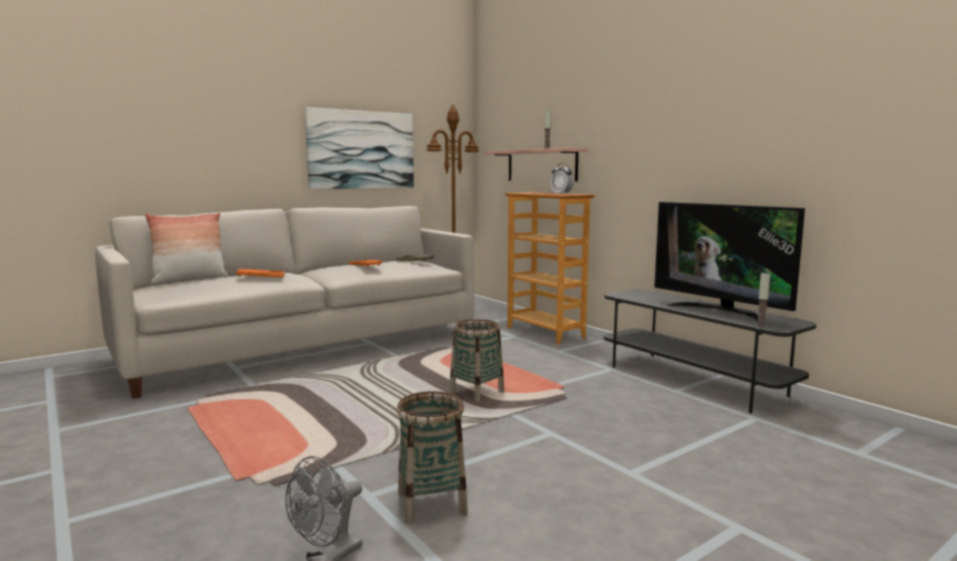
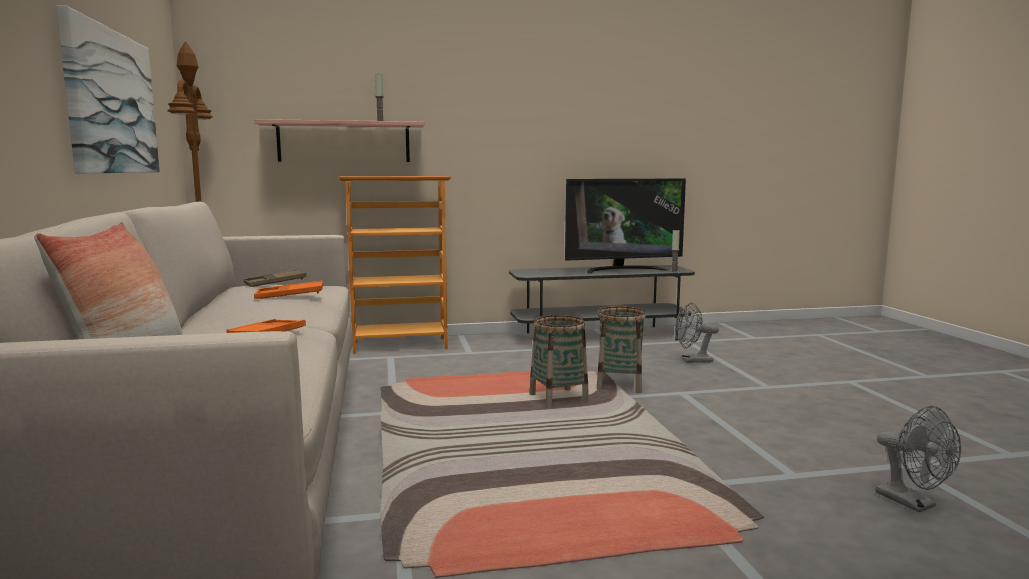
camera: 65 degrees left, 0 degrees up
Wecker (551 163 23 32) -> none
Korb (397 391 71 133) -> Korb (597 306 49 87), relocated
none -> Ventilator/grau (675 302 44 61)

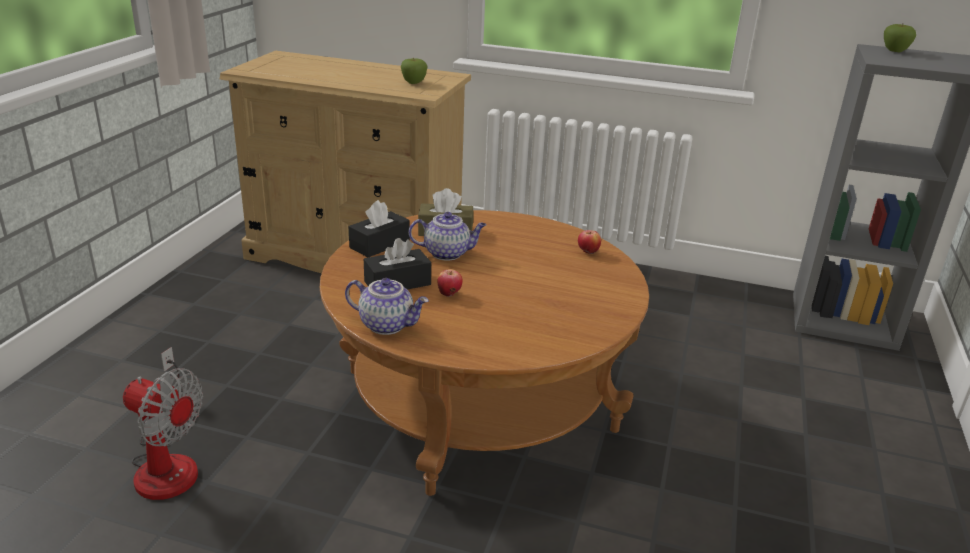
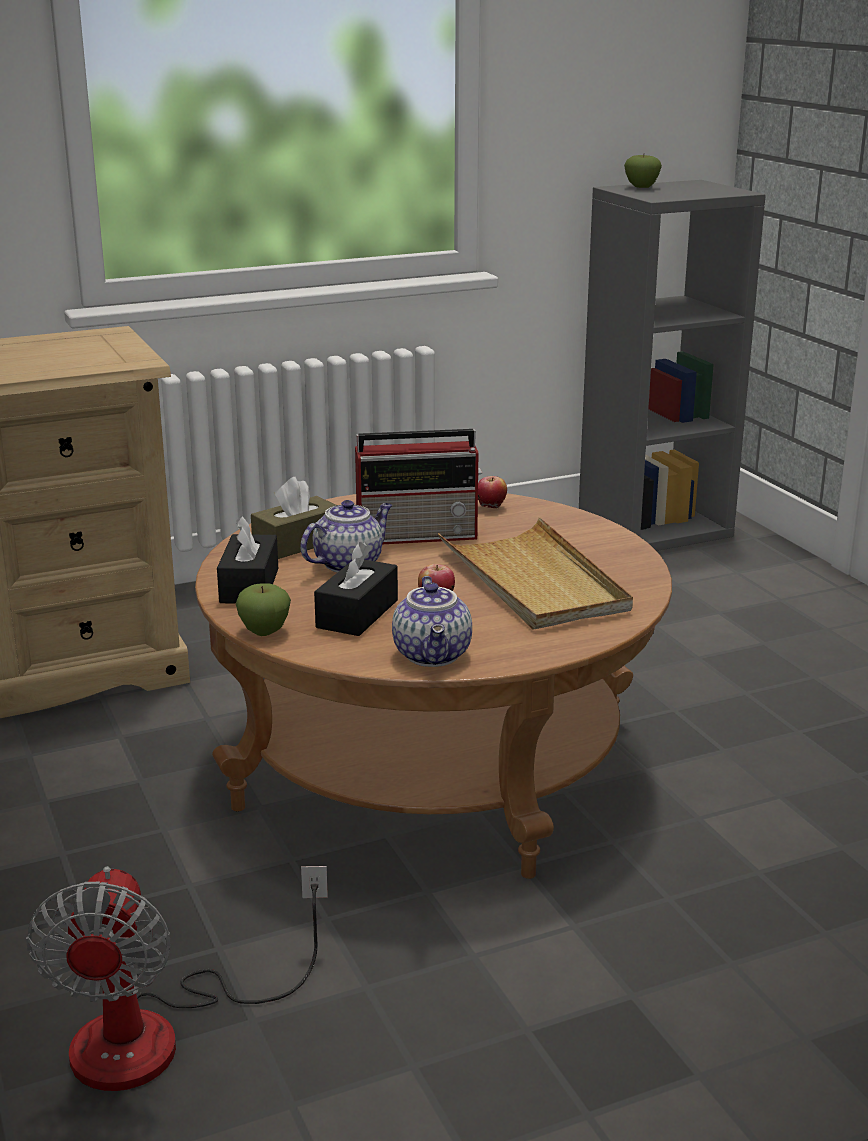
camera: 40 degrees left, 5 degrees down
Apfel (401 58 27 26) -> Apfel (236 583 55 53), relocated
Teekanne (345 278 84 57) -> Teekanne (392 576 80 91), 105 degrees clockwise
Ventilator (123 347 80 153) -> Ventilator (26 866 302 225), 105 degrees clockwise
none -> Radio (355 429 127 115)
none -> Tablett/beige (438 517 195 112)

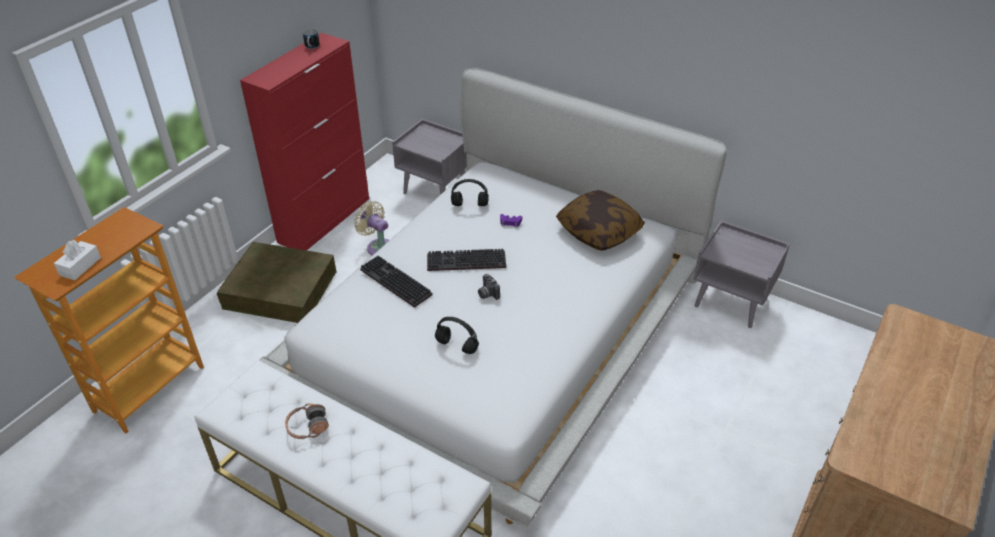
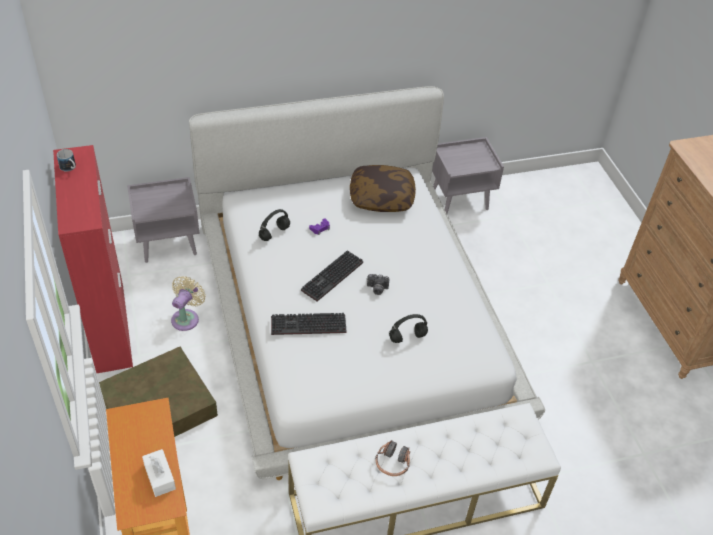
camera: 50 degrees left, 5 degrees up
Ventilator/beige (354 201 35 54) -> Ventilator/beige (171 276 35 55), 120 degrees clockwise

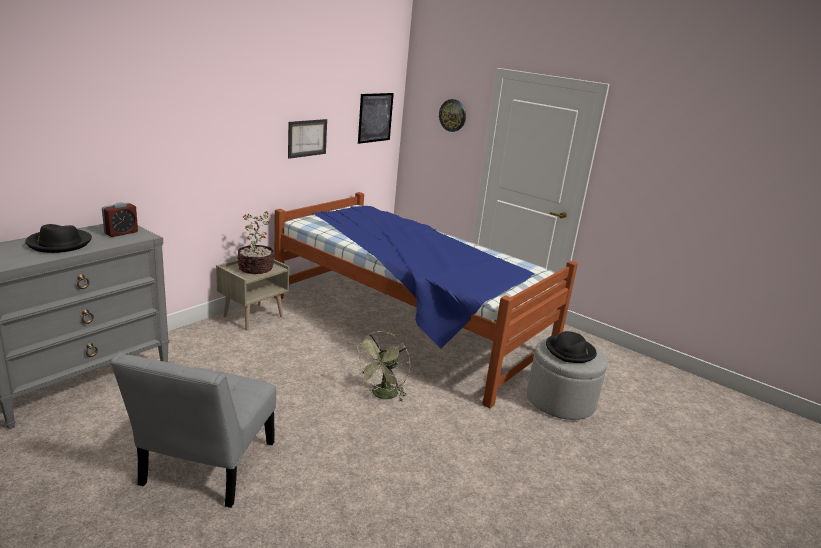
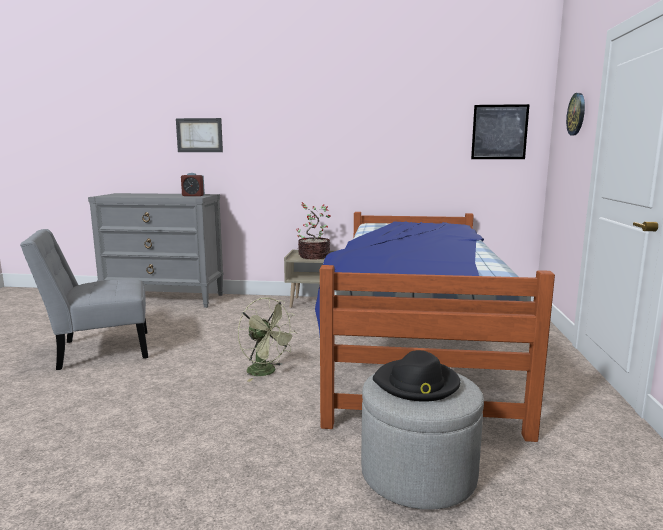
camera: 60 degrees right, 10 degrees down
Bild (288 119 39 40) -> Bild (176 118 47 34), relocated
Hut/schwarz (25 224 67 29) -> none
Ventilator/grün (354 331 56 71) -> Ventilator/grün (238 297 59 85), 135 degrees counterclockwise

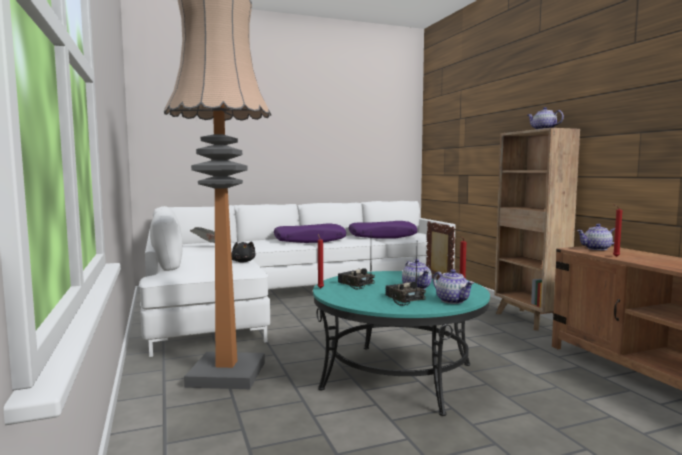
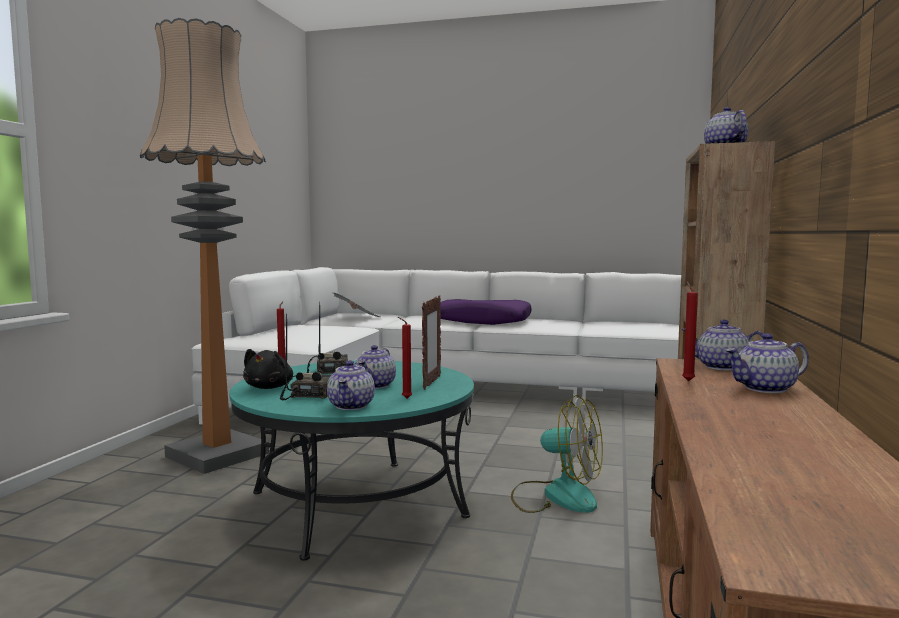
camera: 35 degrees right, 0 degrees up
Kissen/lila (349 221 68 18) -> none
Plüschtier/schwarz (231 241 25 21) -> Plüschtier/schwarz (243 349 50 40), relocated
none -> Teekanne (725 333 84 60)
none -> Ventilator (511 395 92 118)

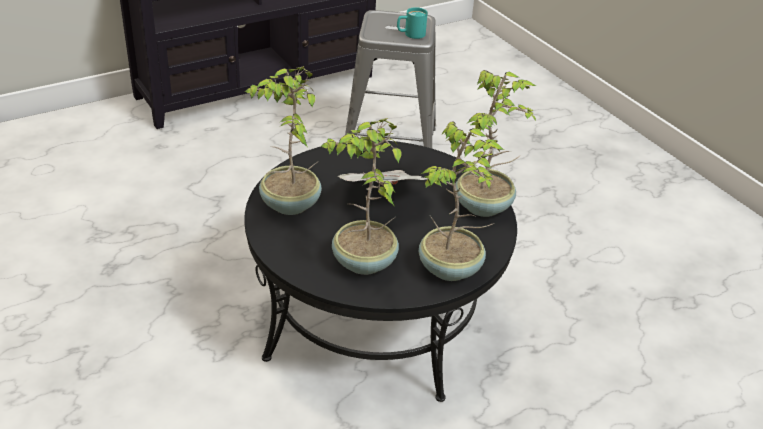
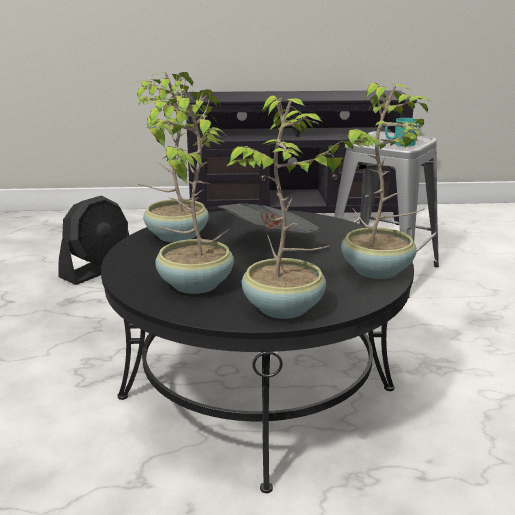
camera: 30 degrees right, 15 degrees down
none -> Ventilator/schwarz (58 196 71 89)

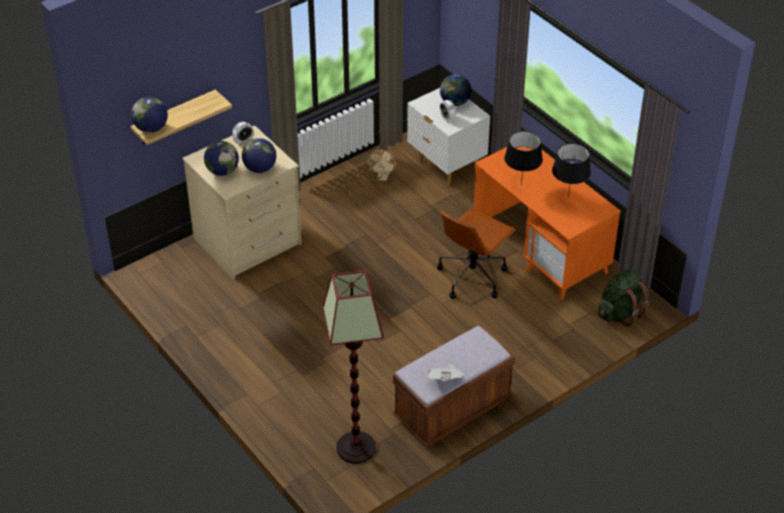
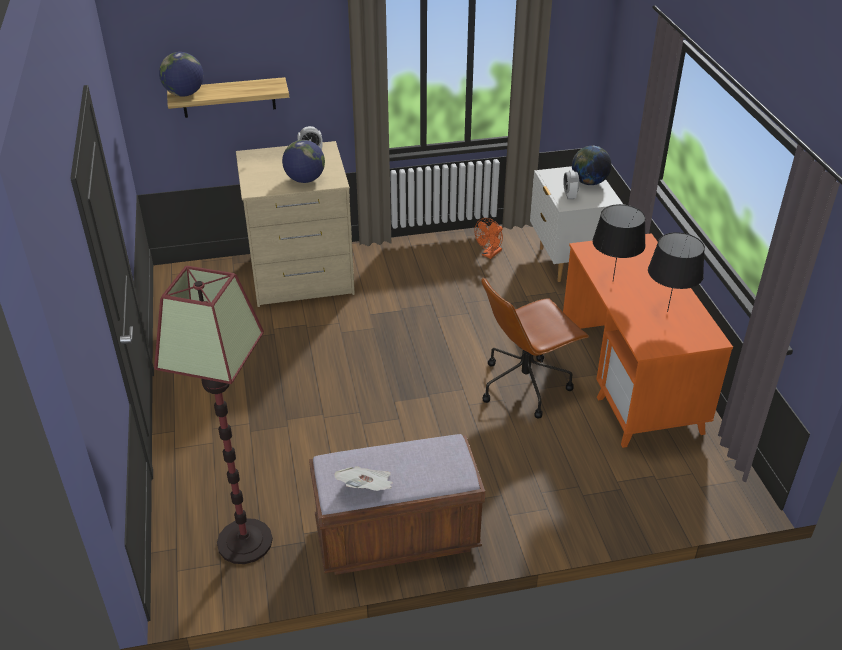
camera: 25 degrees right, 5 degrees down
Globus (204 141 35 35) -> none
Ventilator/beige (368 150 28 31) -> Ventilator/orange (474 218 29 41)
Rucksack/grün (598 269 51 58) -> none

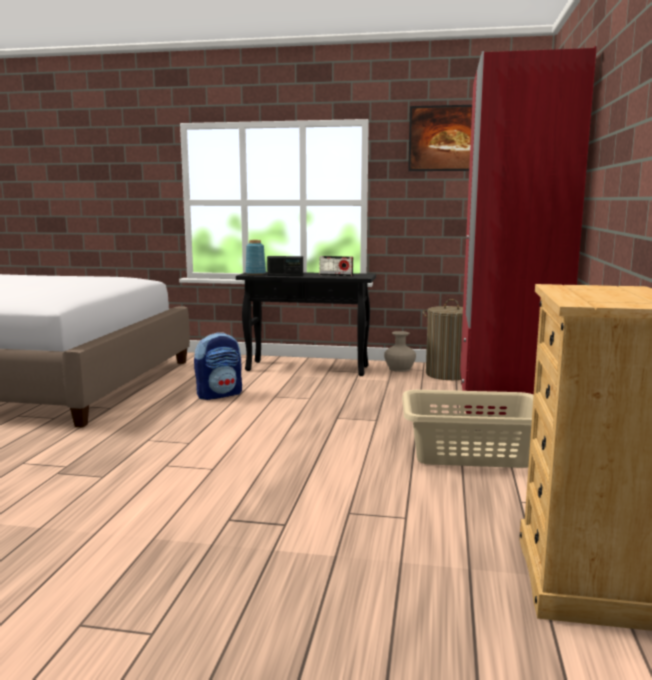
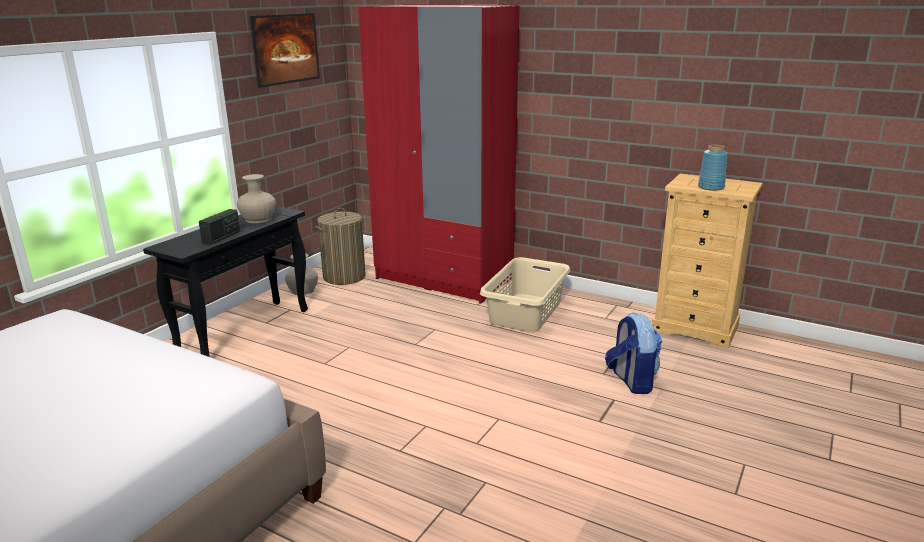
camera: 70 degrees left, 10 degrees up
Vase/blau (245 240 21 35) -> Vase/blau (698 145 30 46), relocated
Radio (319 256 34 20) -> Vase/beige (237 174 39 49)
Rucksack (194 332 48 68) -> Rucksack (605 313 57 81), relocated

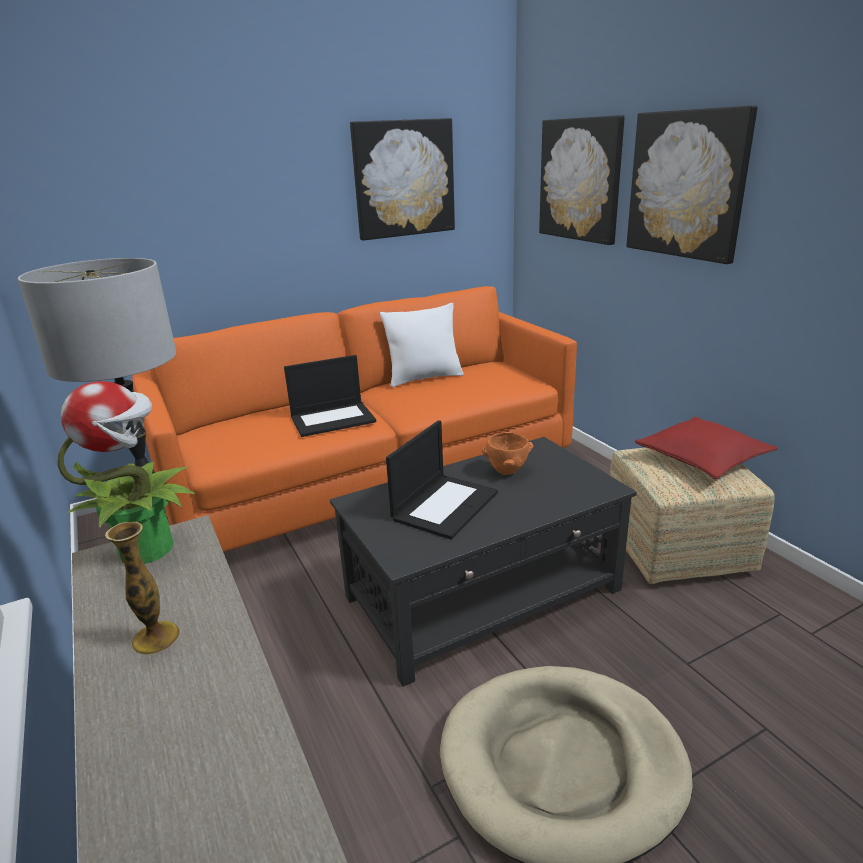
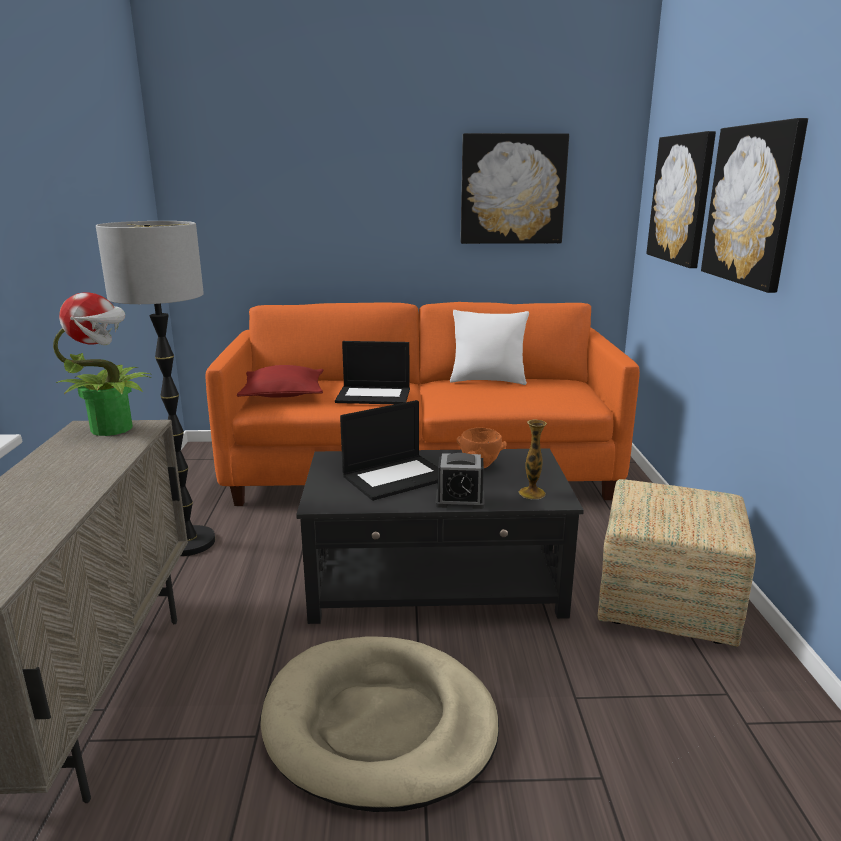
camera: 25 degrees right, 5 degrees down
Kissen/rot (635 416 143 63) -> Kissen/rot (237 365 86 33), relocated
Vase (105 522 76 133) -> Vase (519 419 28 80), relocated
none -> Wecker (435 453 50 56)

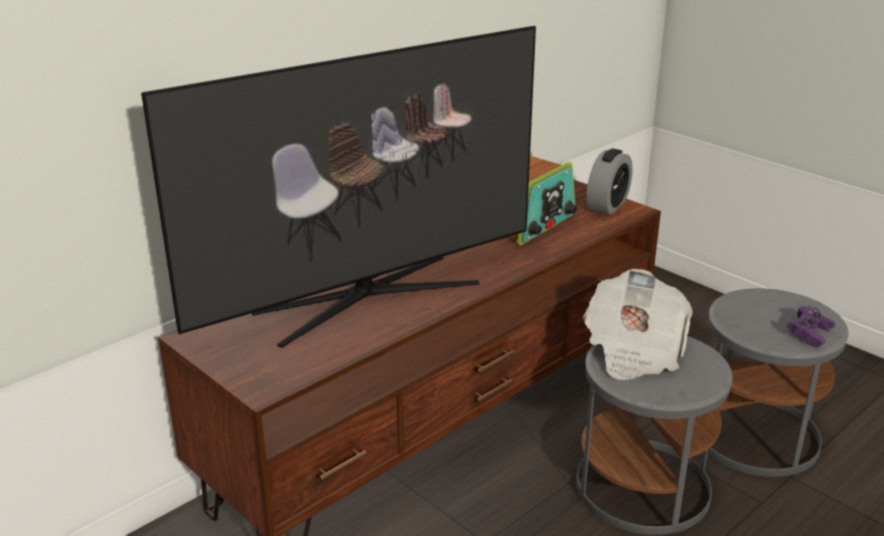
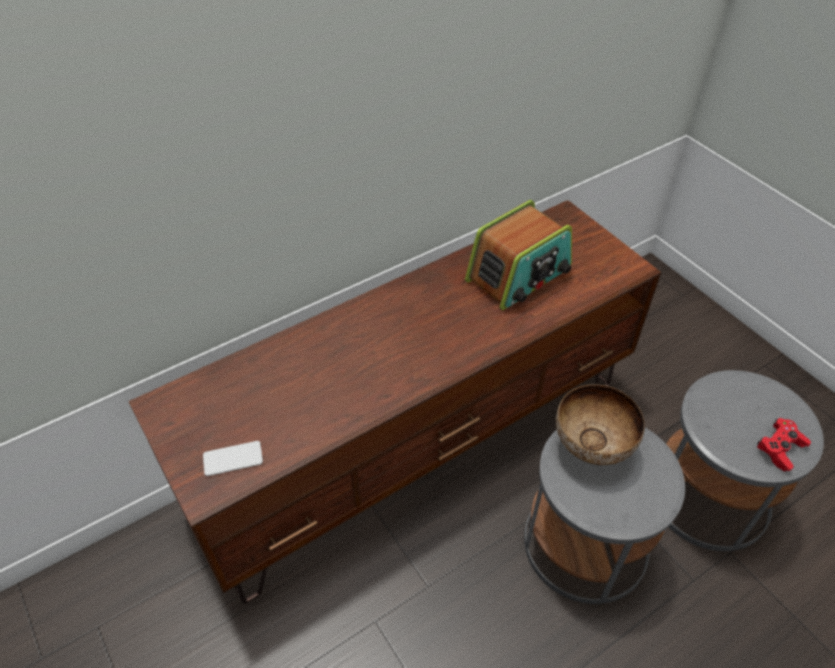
camera: 10 degrees right, 20 degrees up
Fernseher (141 26 395 322) -> none
Wecker (587 149 46 66) -> none
Zeitung (583 269 110 111) -> Schüssel (556 384 89 81)
Gamepad/lila (787 306 48 42) -> Gamepad/rot (757 418 54 54)
none -> Handy (203 441 60 35)

